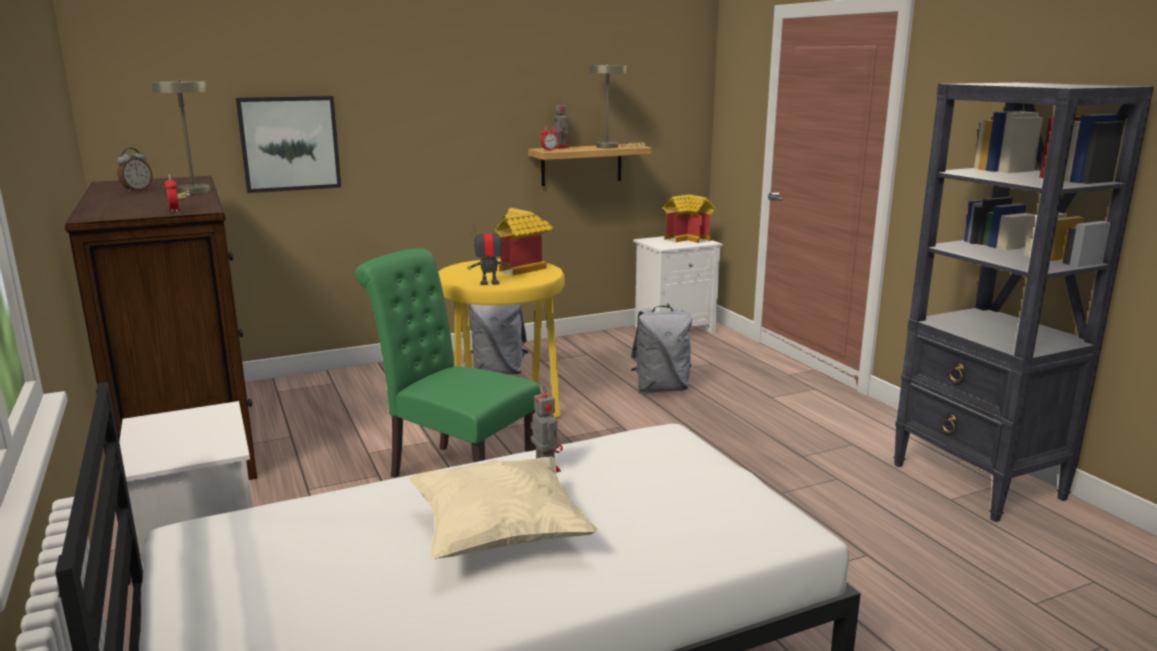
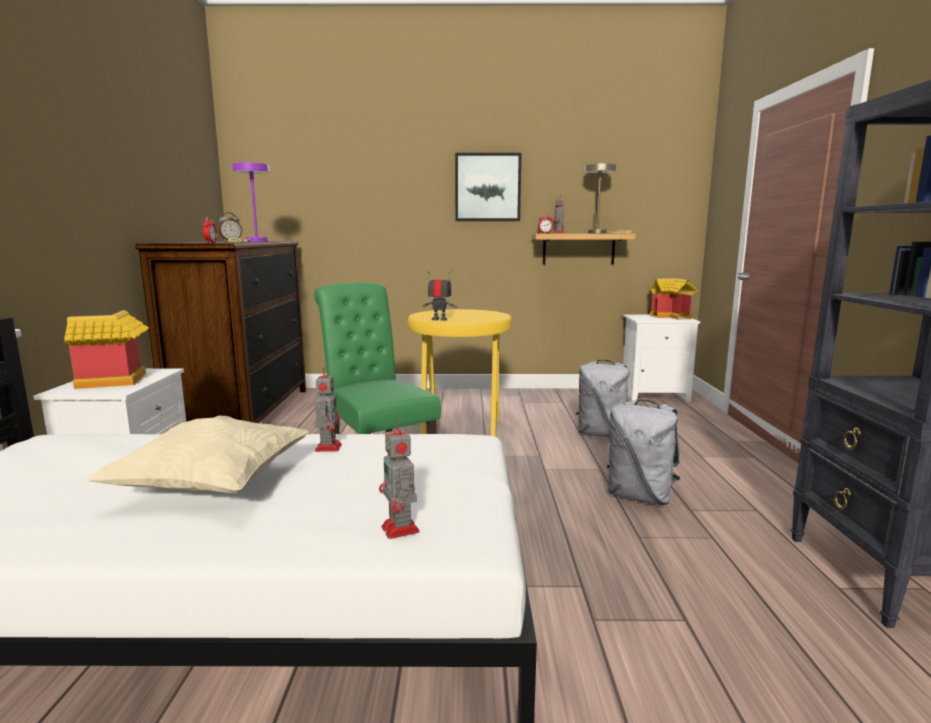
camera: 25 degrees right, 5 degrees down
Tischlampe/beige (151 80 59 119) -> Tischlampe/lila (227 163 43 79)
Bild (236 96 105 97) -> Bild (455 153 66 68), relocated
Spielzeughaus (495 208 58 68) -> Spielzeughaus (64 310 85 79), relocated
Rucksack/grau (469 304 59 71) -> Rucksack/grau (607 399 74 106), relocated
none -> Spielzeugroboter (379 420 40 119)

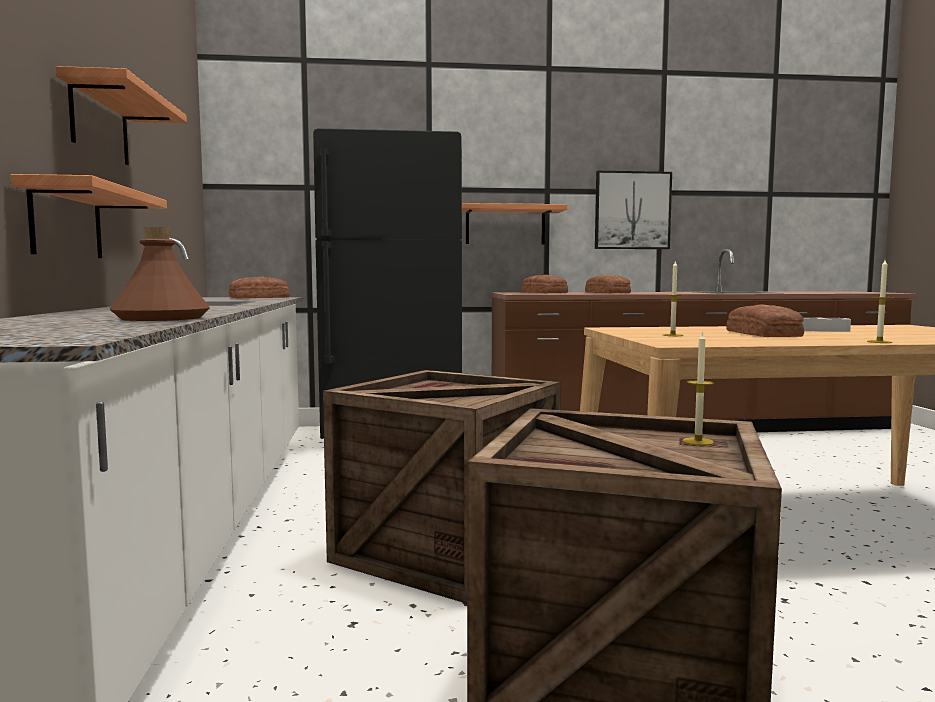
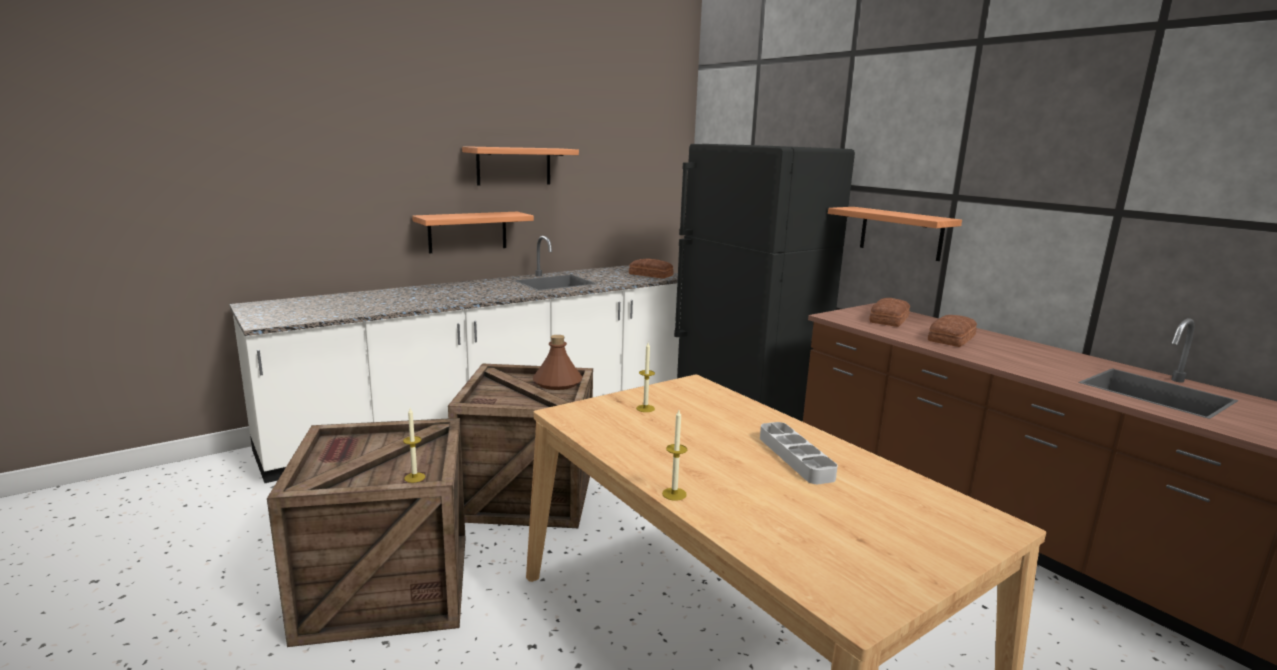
camera: 60 degrees right, 10 degrees up
Bild (595 171 77 78) -> none
Flasche/braun (109 227 101 94) -> Flasche/braun (533 335 49 55), relocated
Brot (726 304 78 33) -> none

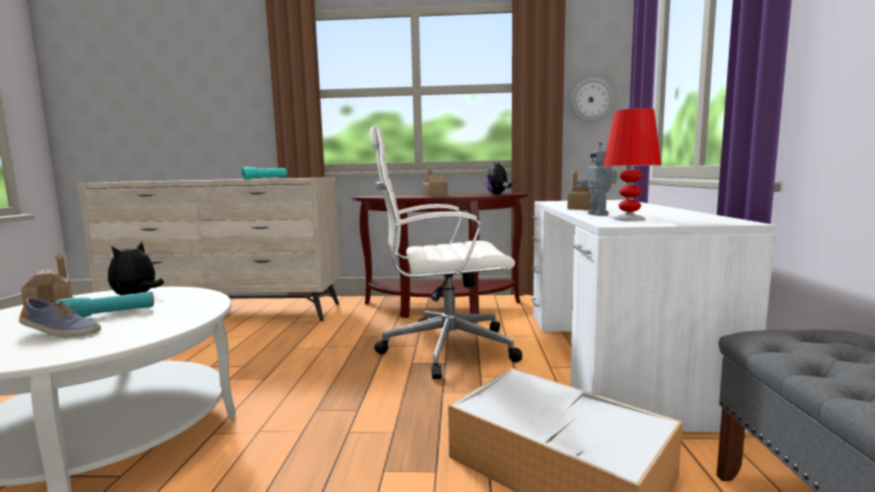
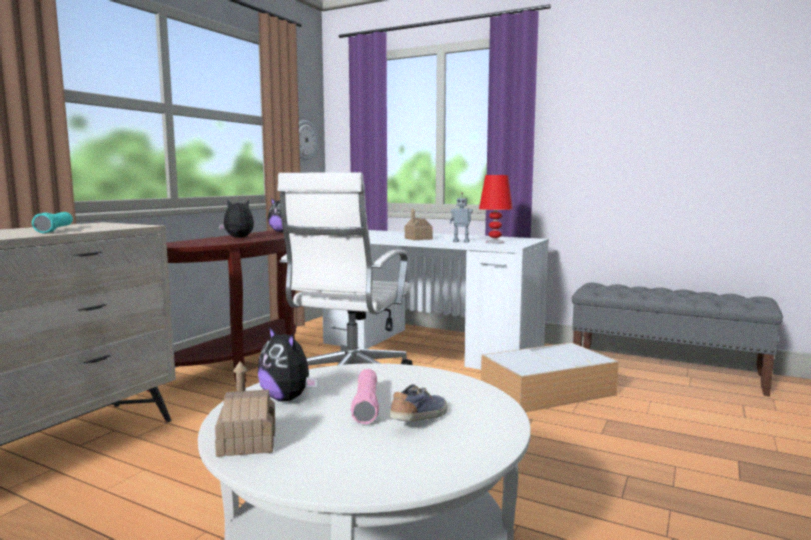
camera: 65 degrees left, 0 degrees up
Spielzeughaus (422 166 26 30) -> Plüschtier (219 200 35 38)
Taschenlampe/türkis (56 291 98 26) -> Taschenlampe/rosa (350 369 29 55)

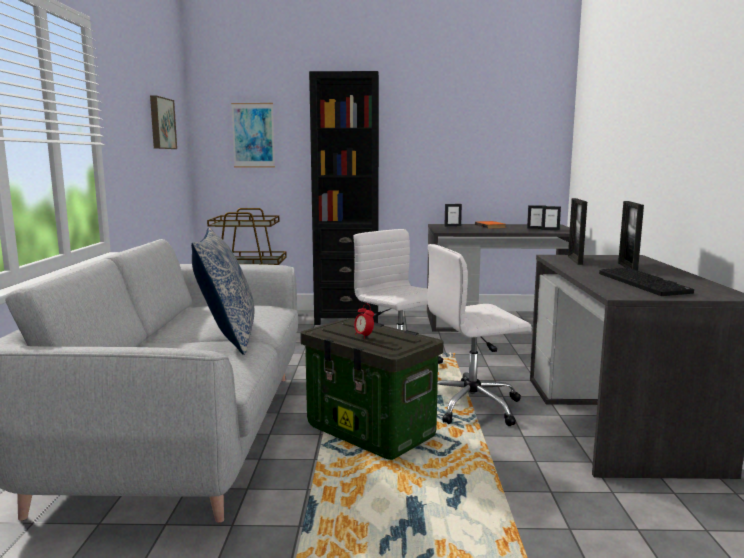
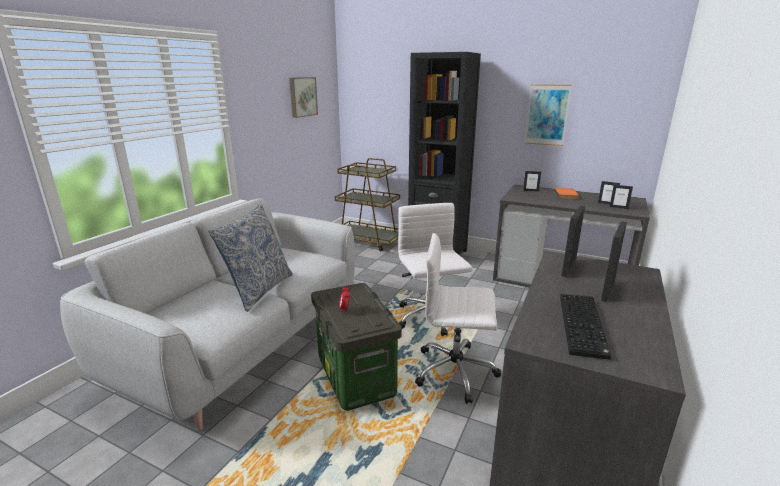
camera: 25 degrees right, 10 degrees up
Bild (231 103 44 65) -> Bild (524 84 48 62), relocated

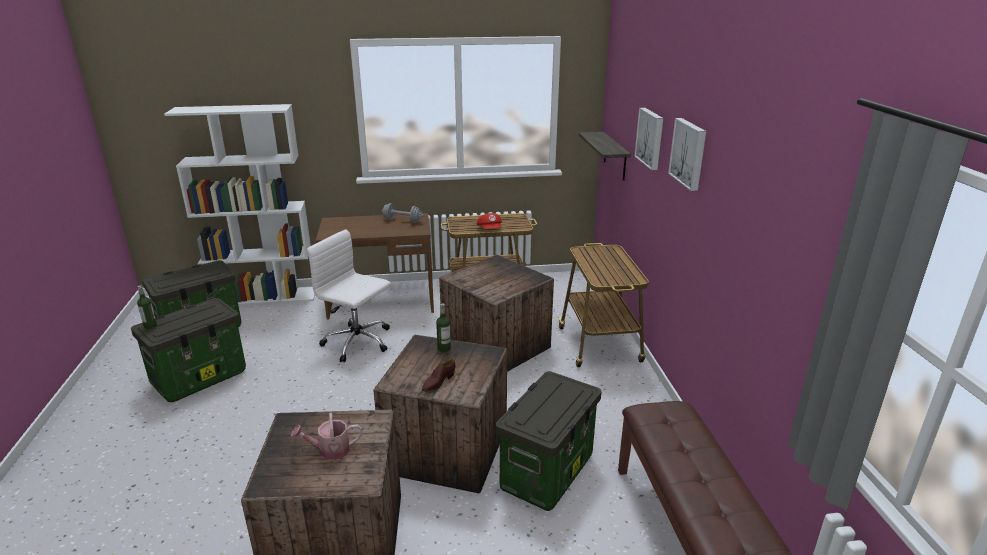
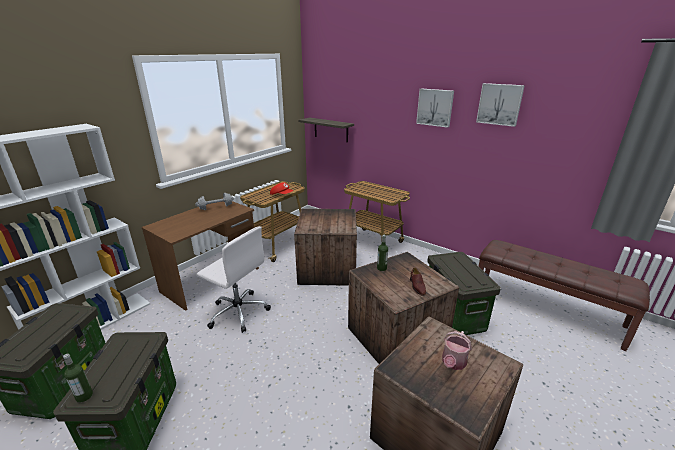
camera: 45 degrees left, 0 degrees up
Bild (634 108 29 62) -> Bild (476 83 49 44), relocated
Bürostuhl/weiß (307 230 84 132) -> Bürostuhl/weiß (196 226 75 107), 135 degrees counterclockwise

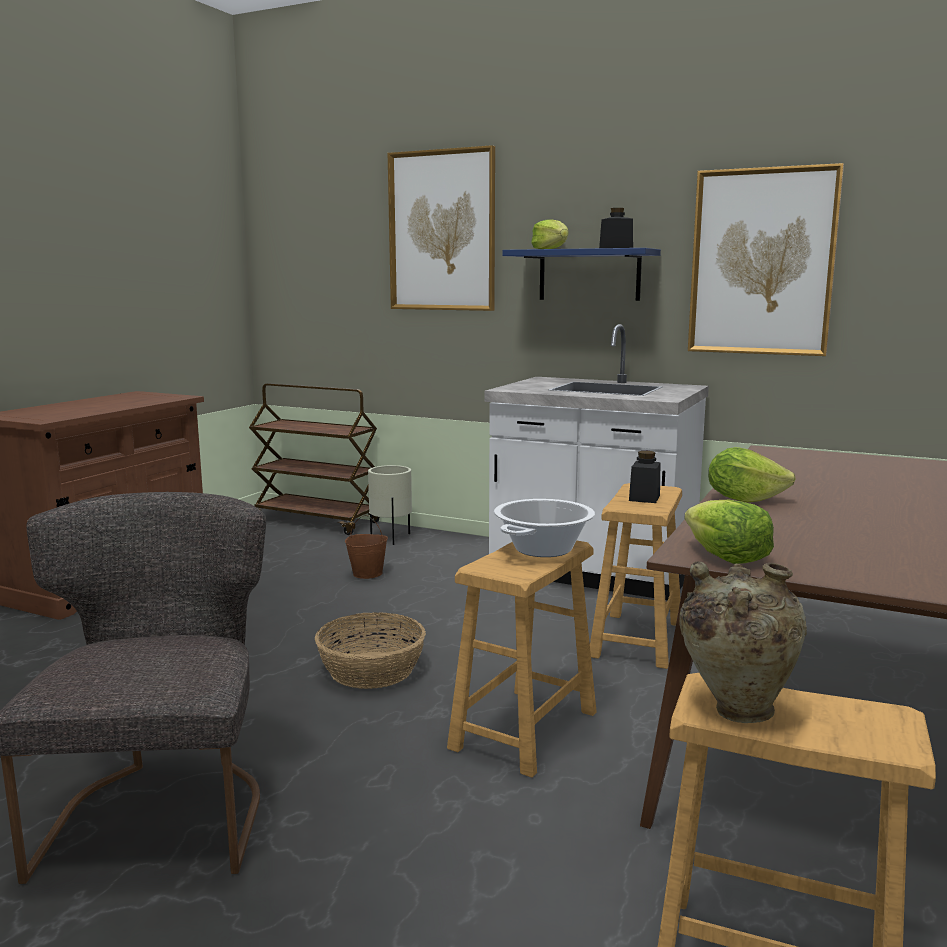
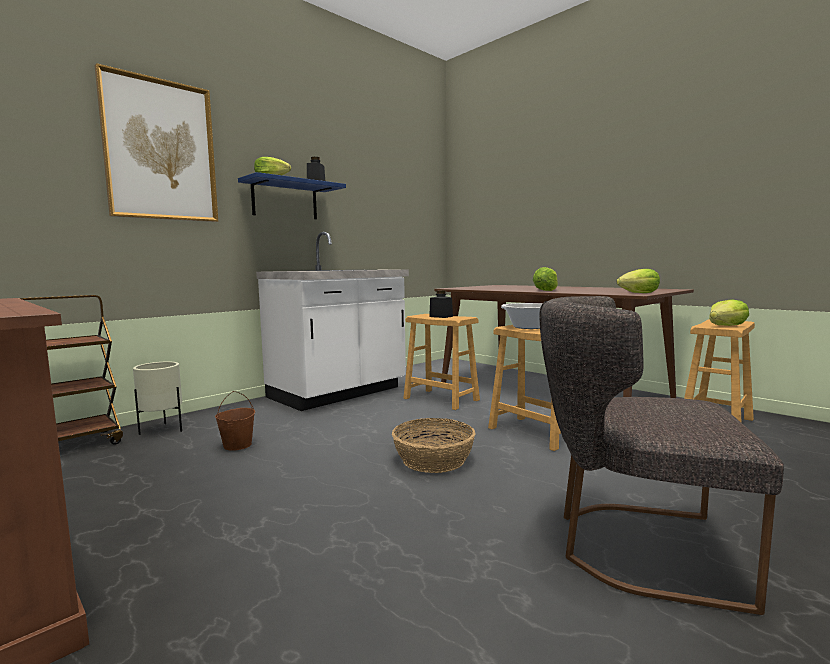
camera: 70 degrees left, 5 degrees down
Bild (688 163 156 193) -> none
Vase/beige (679 561 128 162) -> Salatkopf (709 299 40 27)

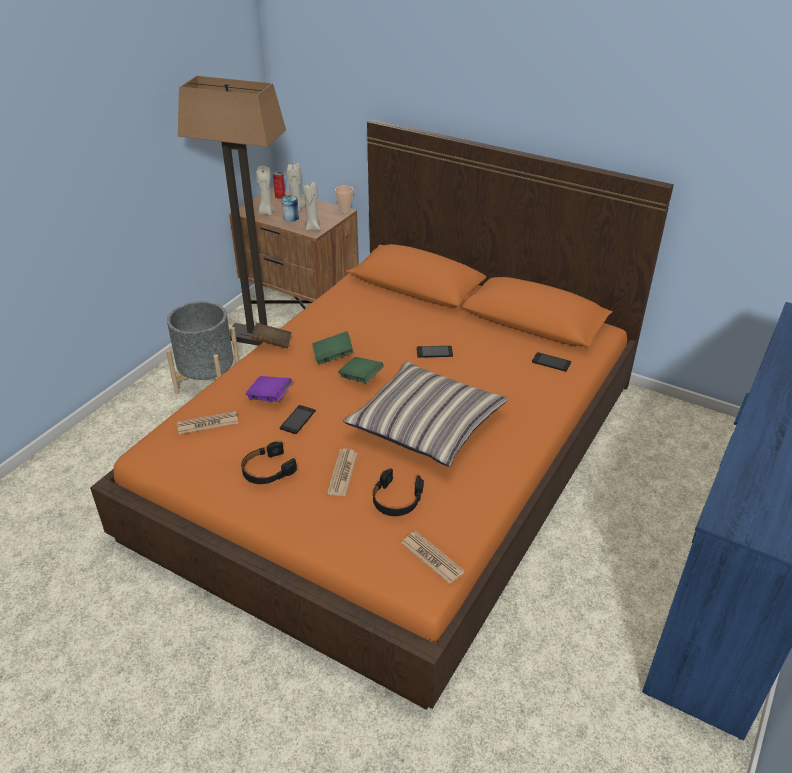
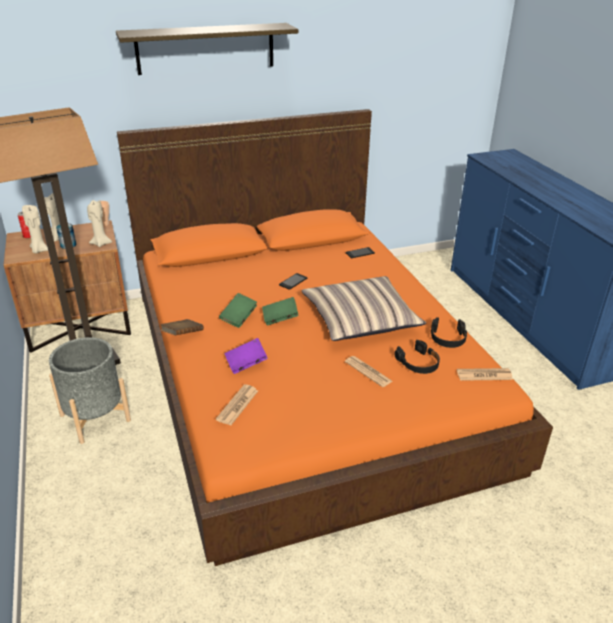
camera: 50 degrees left, 5 degrees down
Handy (280 405 36 29) -> none
Kopfhörer/schwarz (241 442 56 42) -> Kopfhörer/schwarz (431 317 36 31), relocated
none -> Wandregal (116 23 182 52)

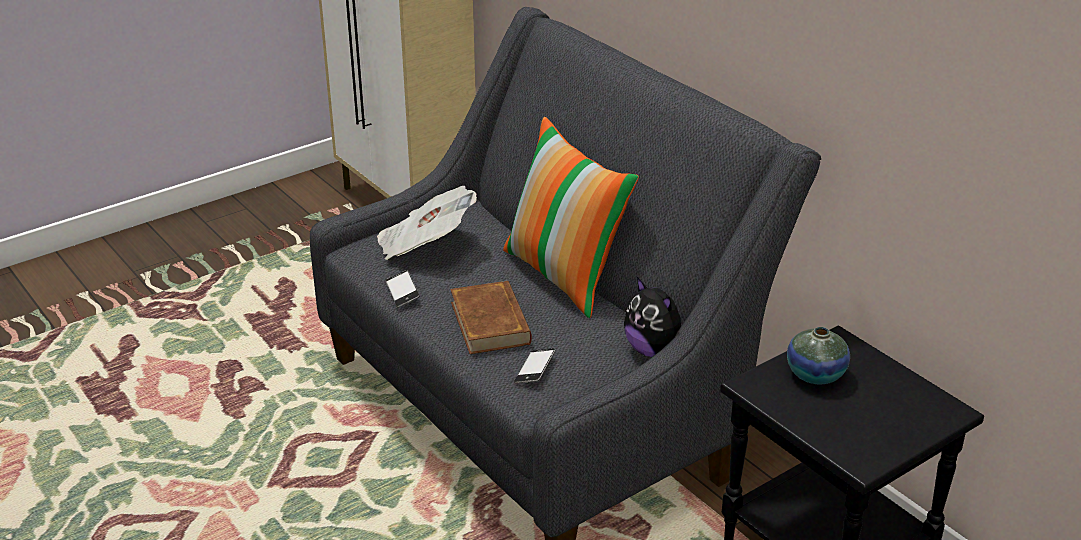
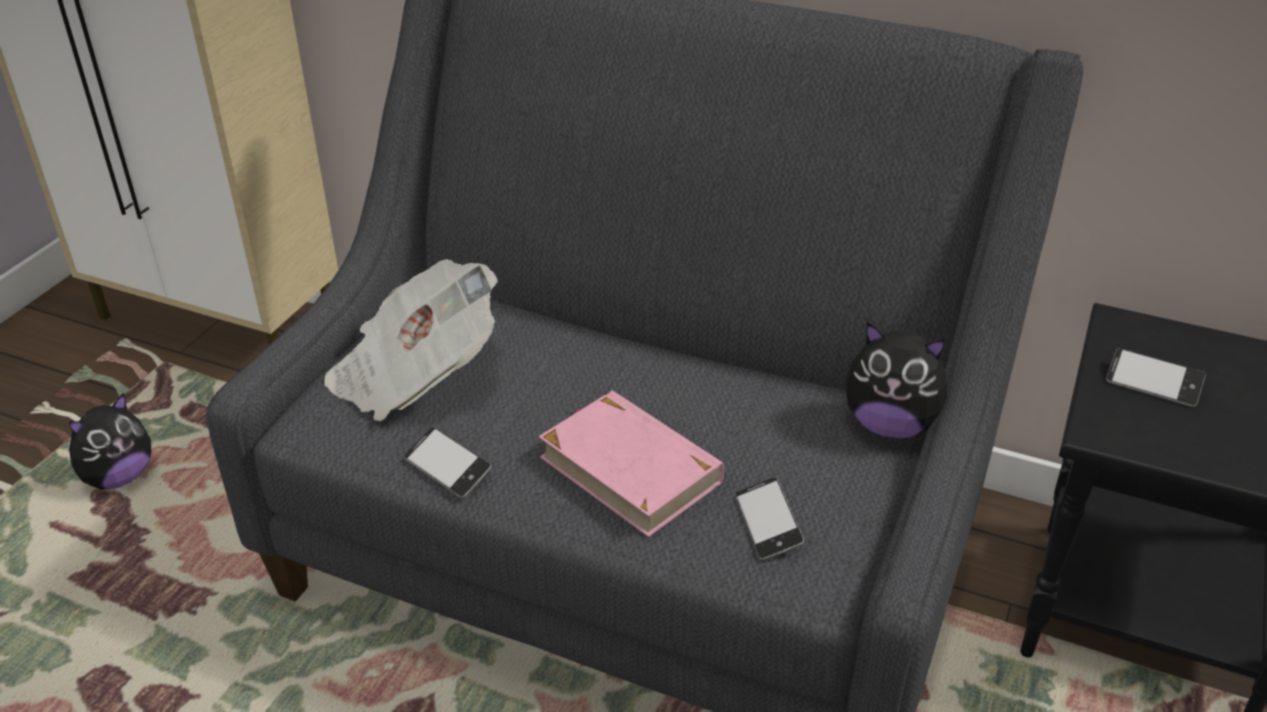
camera: 30 degrees left, 5 degrees up
Kissen (503 117 136 201) -> none
Buch/braun (450 281 82 73) -> Buch/rosa (539 391 185 146)
Vase (787 327 63 57) -> Handy (1106 348 100 59)
none -> Plüschtier (69 393 82 97)

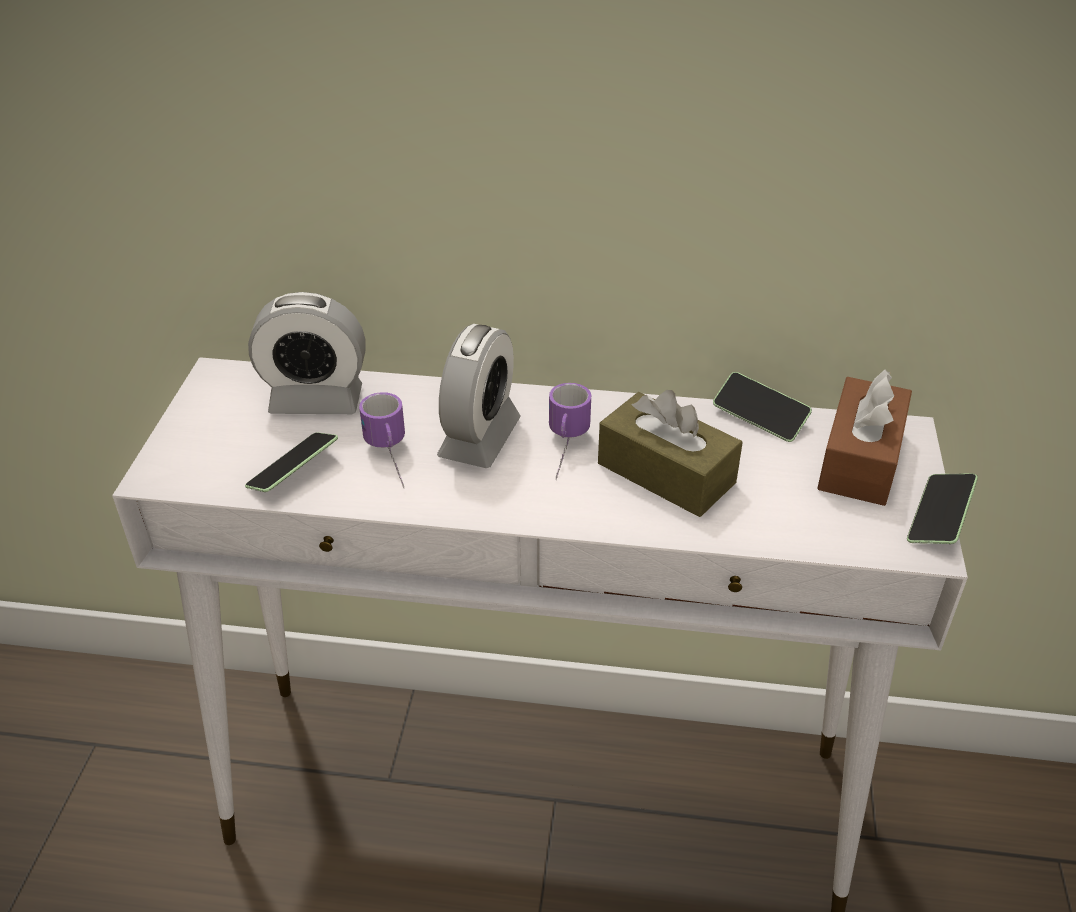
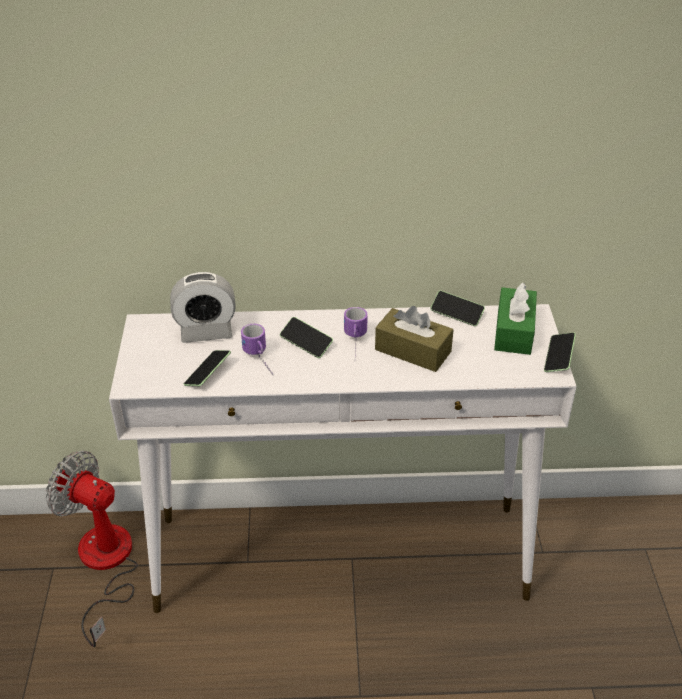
camera: 10 degrees left, 0 degrees up
Wecker (437 324 84 144) -> Handy (280 317 53 41)
Taschentuchbox/braun (817 370 95 136) -> Taschentuchbox/grün (494 282 43 73)
none -> Ventilator (46 450 92 197)

